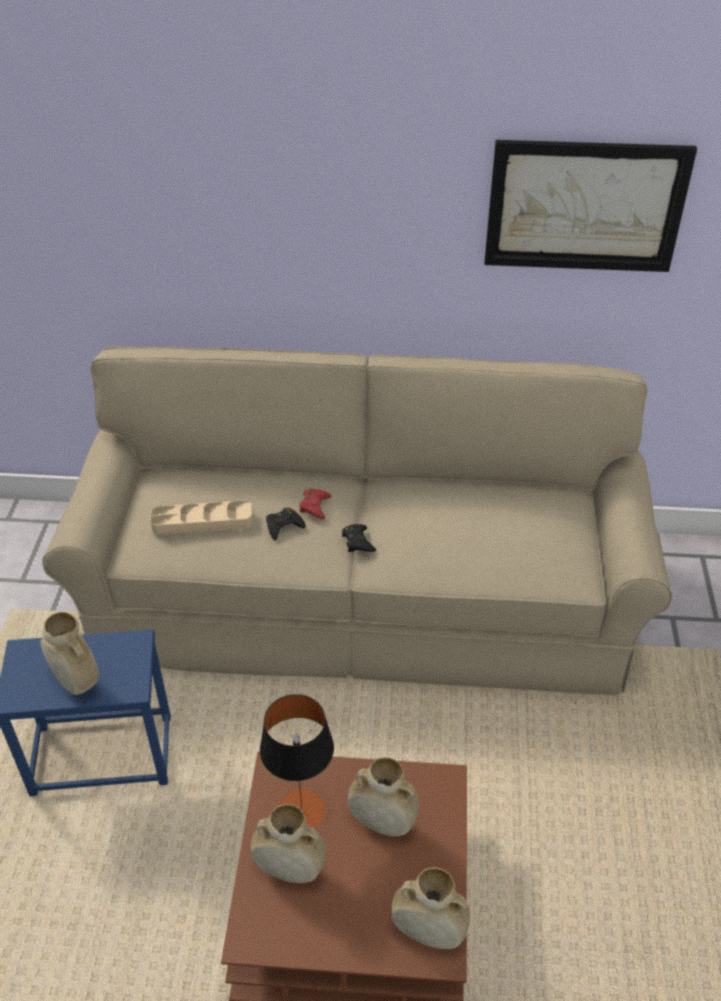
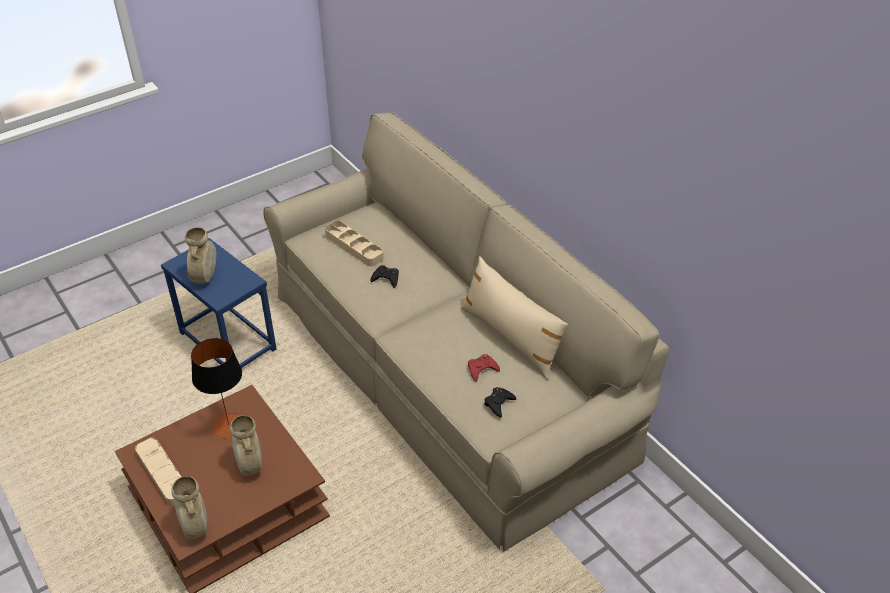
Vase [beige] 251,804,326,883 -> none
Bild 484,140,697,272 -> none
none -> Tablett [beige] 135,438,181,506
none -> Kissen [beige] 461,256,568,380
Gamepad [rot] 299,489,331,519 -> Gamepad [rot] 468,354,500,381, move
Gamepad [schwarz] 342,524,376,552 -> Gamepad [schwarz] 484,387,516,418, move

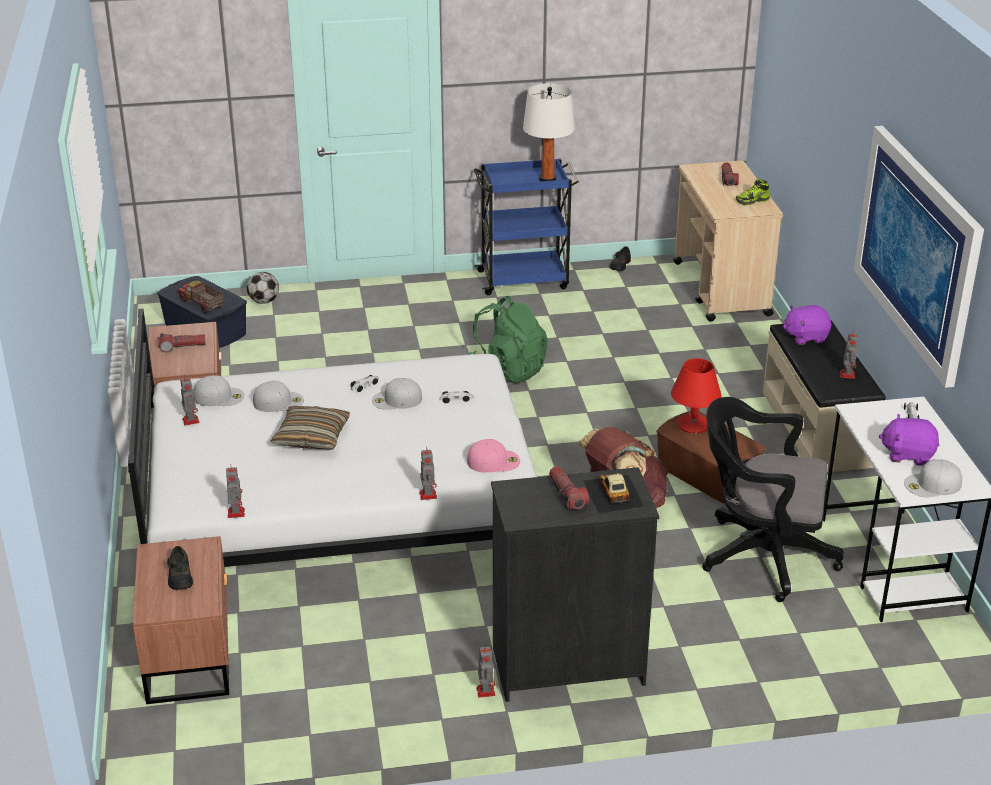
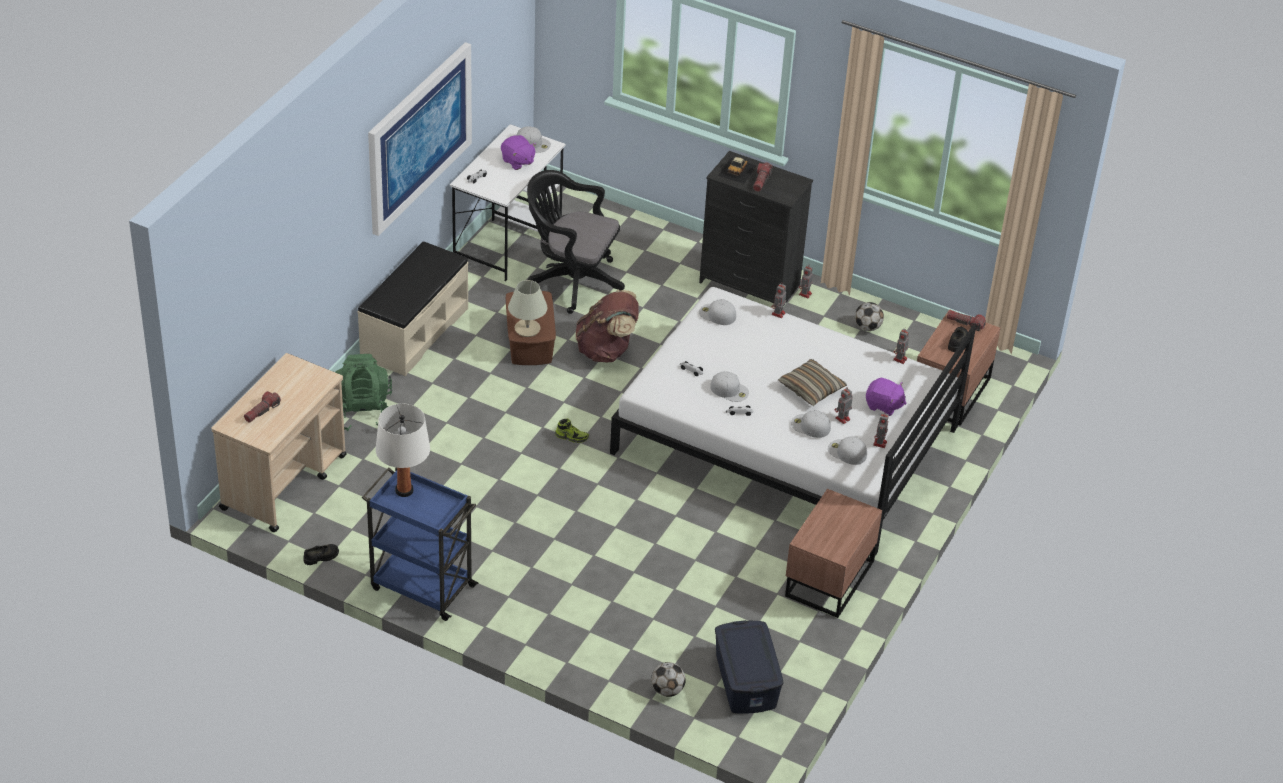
Spielzeuglaster 178,281,223,314 -> none
none -> Fußball 855,302,884,331
Taschenlampe 157,333,206,352 -> Taschenlampe 947,310,986,331, move
Rucksack [grün] 468,296,548,383 -> Rucksack [grün] 335,354,392,431, move
Schuh 736,178,770,205 -> Schuh 555,418,589,443, move
Plüschtier [lila] 783,305,831,345 -> Plüschtier [lila] 866,378,907,416, move
Spielzeugroboter 840,331,858,379 -> Spielzeugroboter 835,388,853,424, move
Kappe [rosa] 467,439,520,473 -> Kappe [weiß] 699,299,736,325
Tischlampe [rot] 671,358,722,434 -> Tischlampe [beige] 508,280,548,337
Bürostuhl [schwarz] 702,397,844,602 -> Bürostuhl [schwarz] 527,170,625,314, 150 degrees clockwise

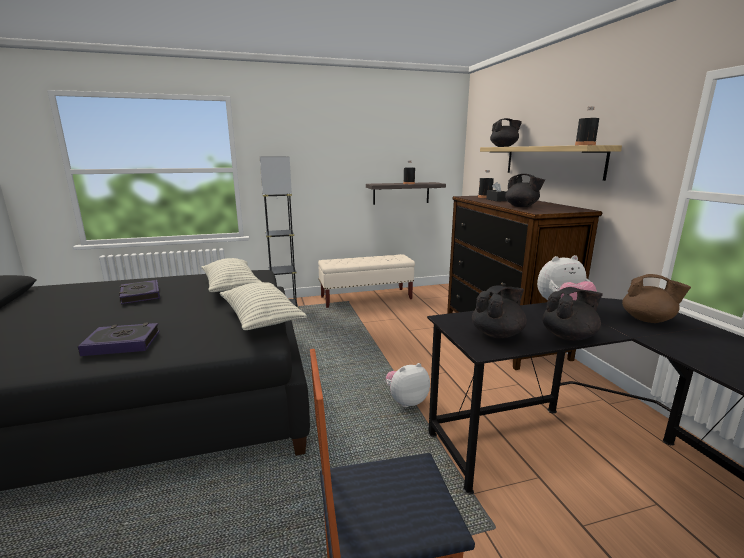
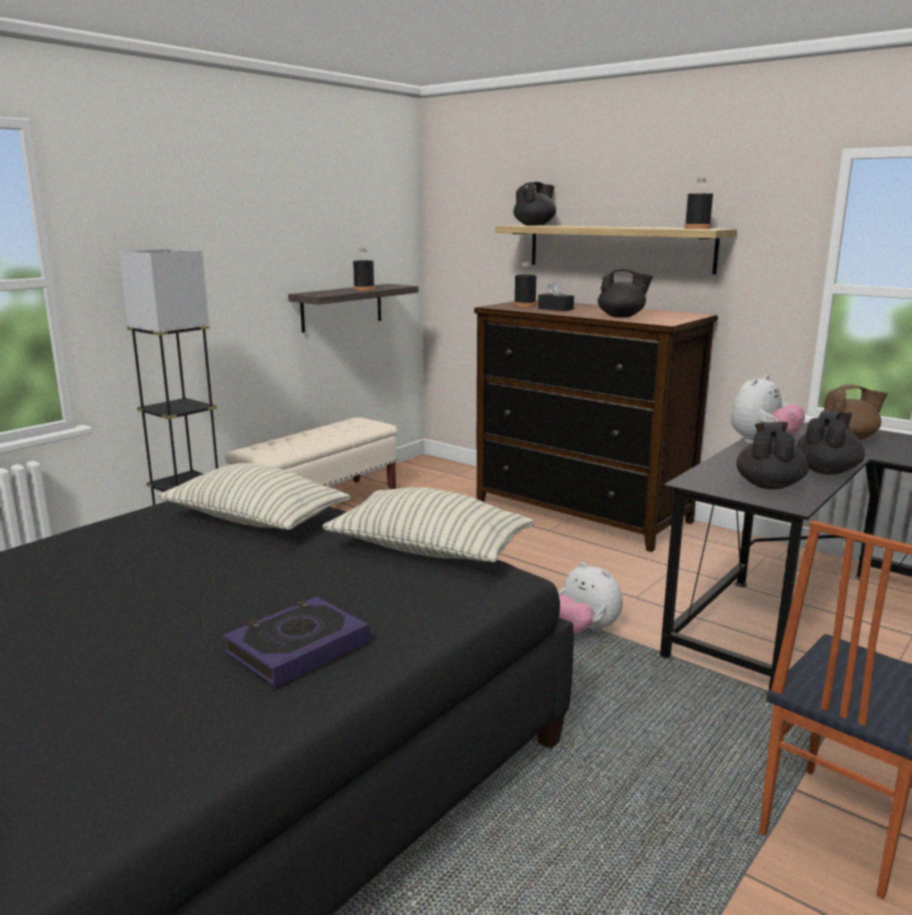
Buch 119,280,160,304 -> none
Plüschtier 386,363,430,407 -> Plüschtier 558,562,623,634, 75 degrees counterclockwise

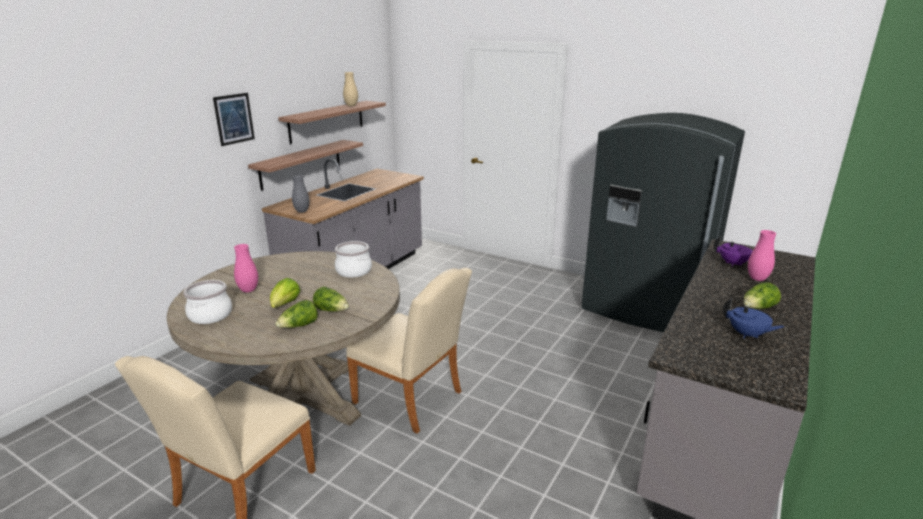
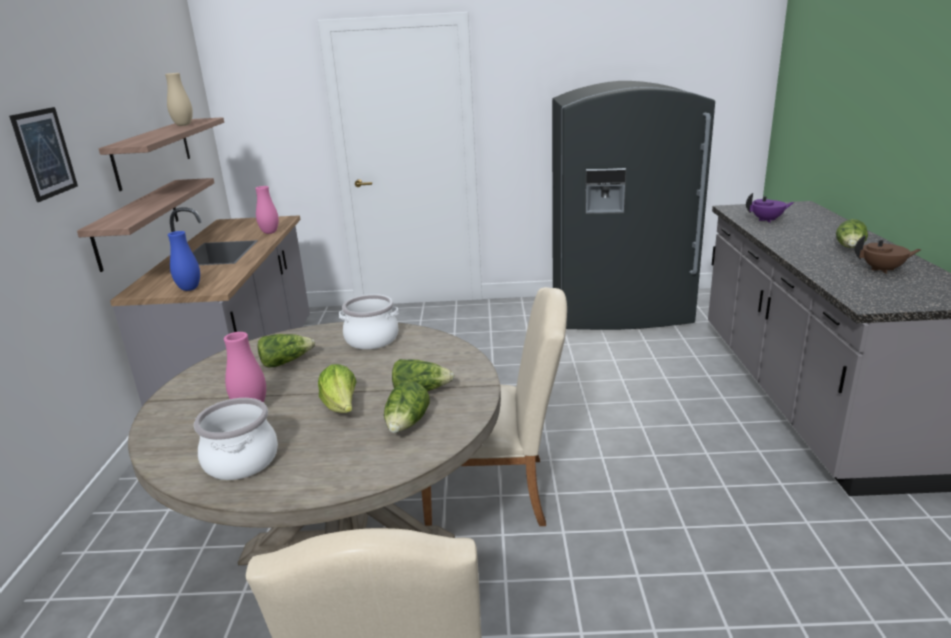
none -> Salatkopf 257,334,315,368
Vase [rosa] 748,230,776,281 -> Vase [rosa] 255,186,279,234, move
Vase [grau] 292,175,310,213 -> Vase [blau] 168,231,200,291
Teekanne [blau] 723,298,784,339 -> Teekanne [braun] 855,235,922,274

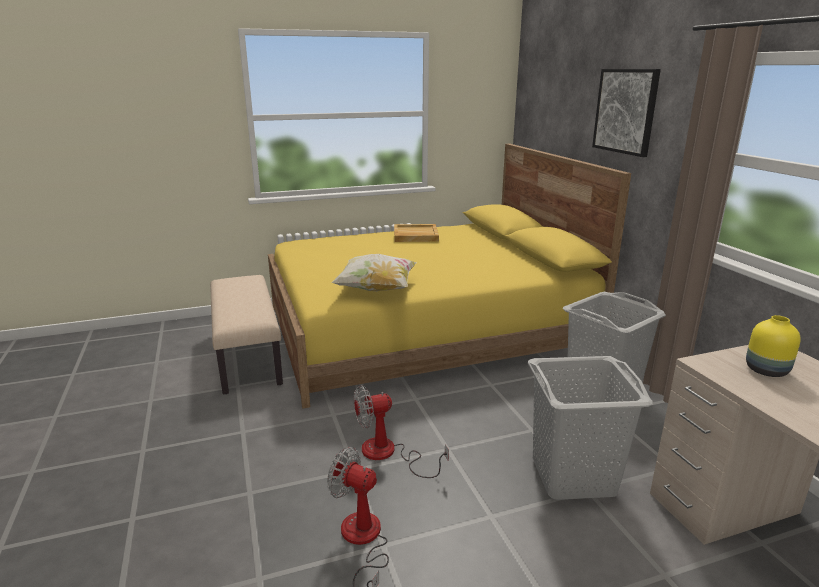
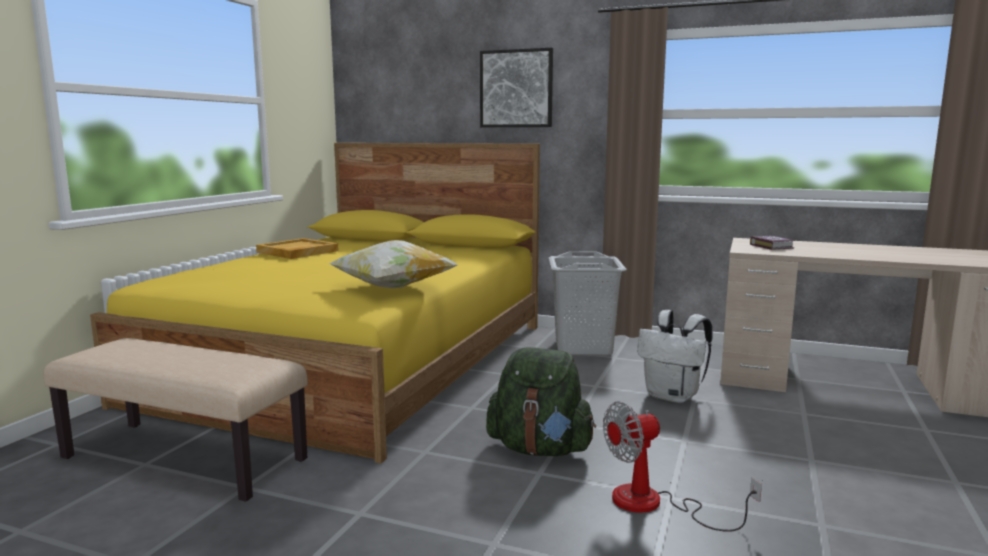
Ventilator 354,385,449,478 -> Rucksack [grün] 486,347,596,456
Wäschekorb [grau] 528,356,653,500 -> Rucksack [weiß] 637,310,713,403
Vase [gelb] 746,315,801,377 -> Buch 750,236,794,250

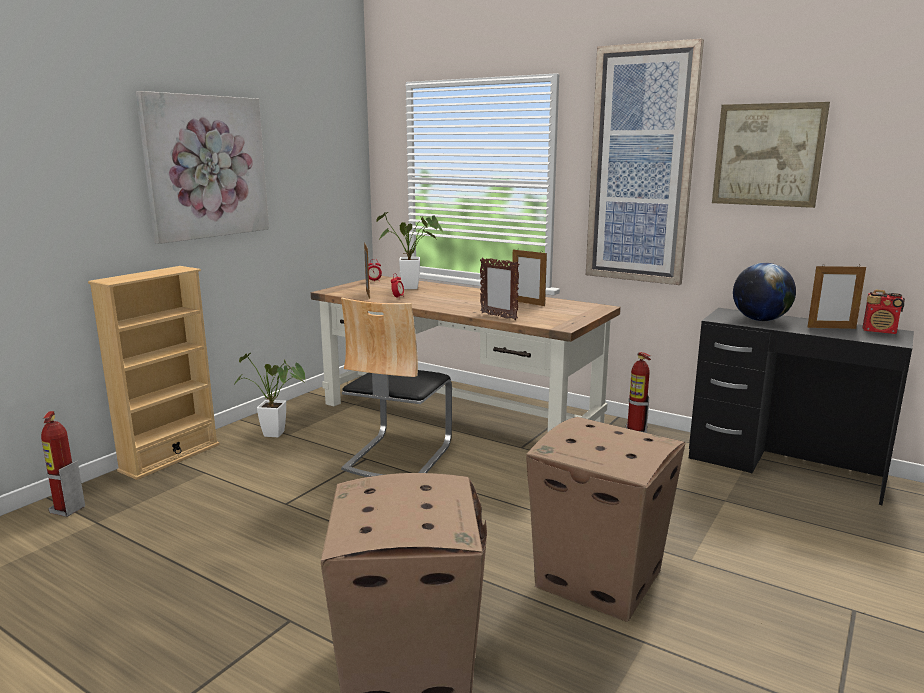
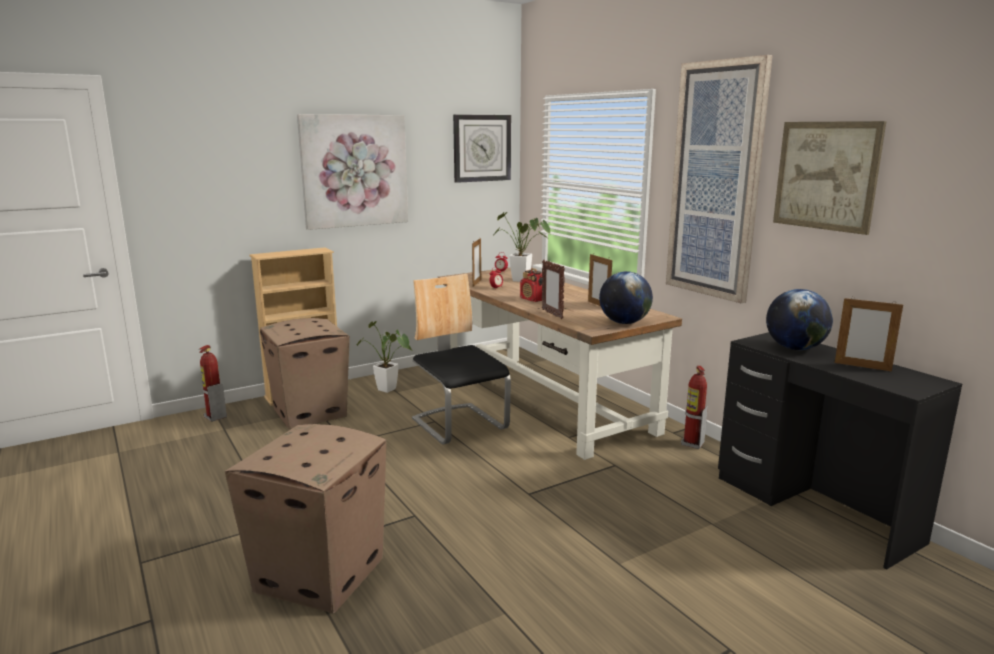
none -> Wanduhr 453,114,511,183
none -> Globus 599,271,653,324
Karton 526,417,685,622 -> Karton 260,318,350,429, move
Radio 862,290,905,334 -> Radio 520,268,543,302, move
Stuhl 341,298,452,477 -> Stuhl 412,274,511,444, 105 degrees clockwise

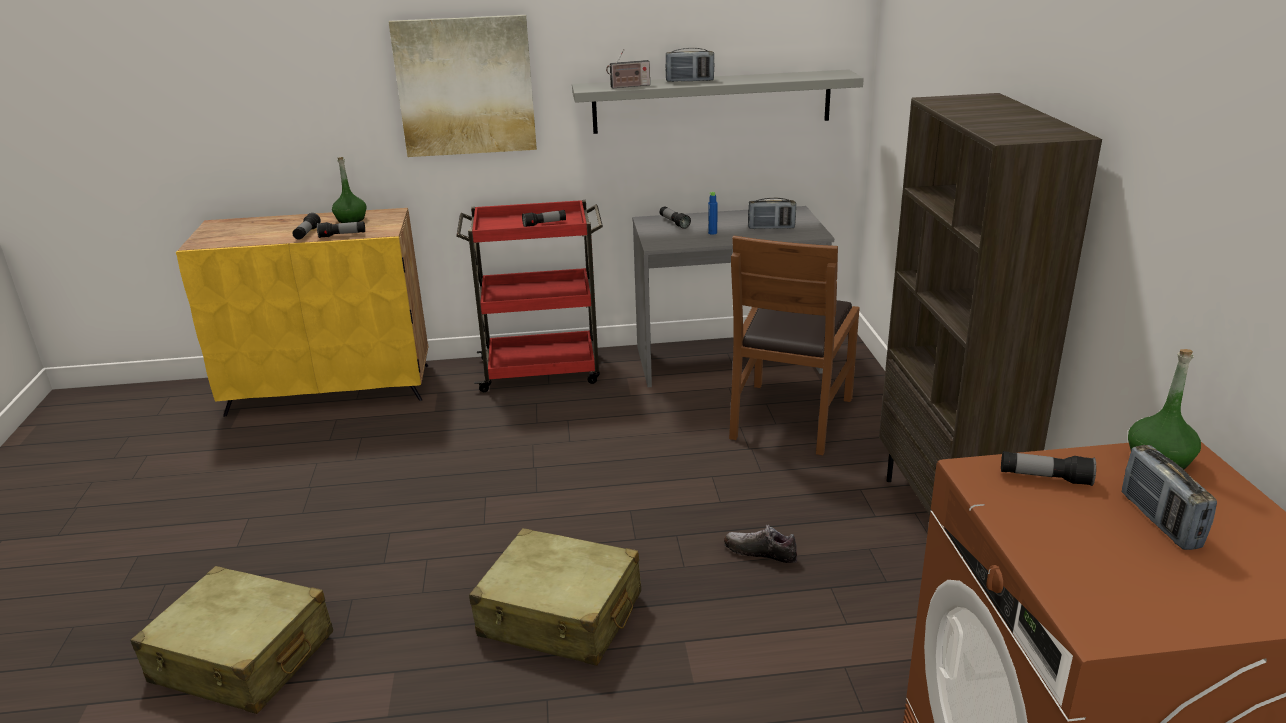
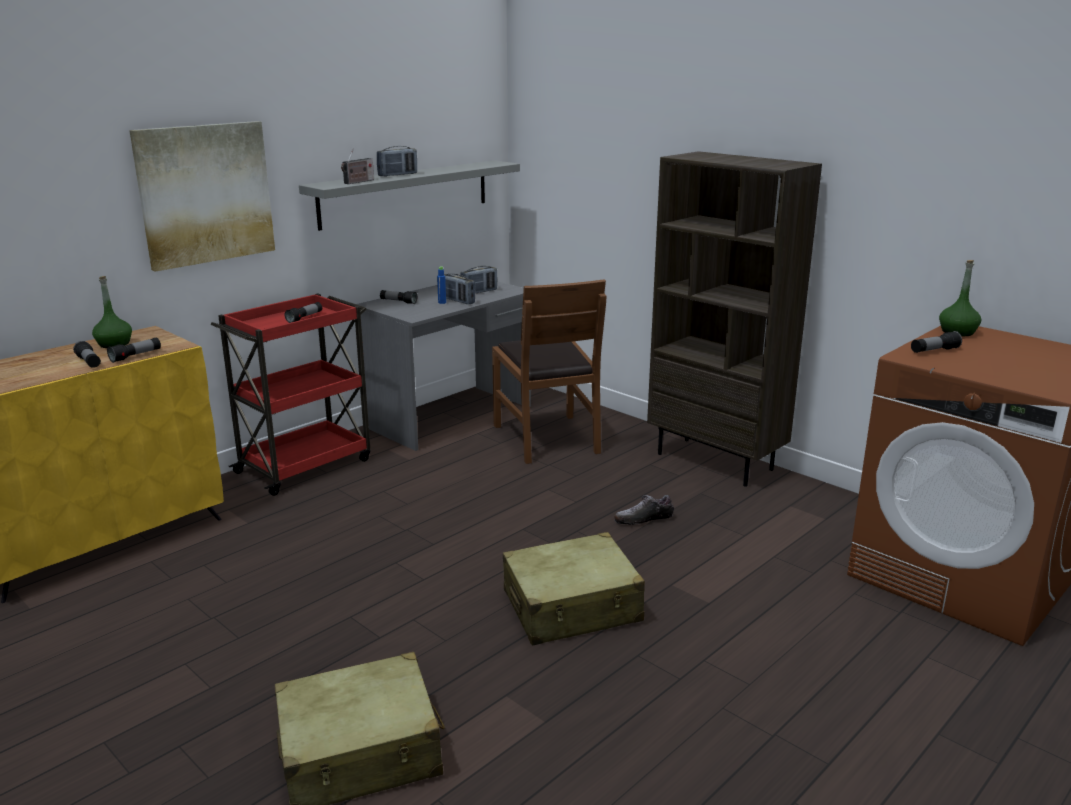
Radio 1122,445,1217,550 -> Radio 444,274,475,304, move

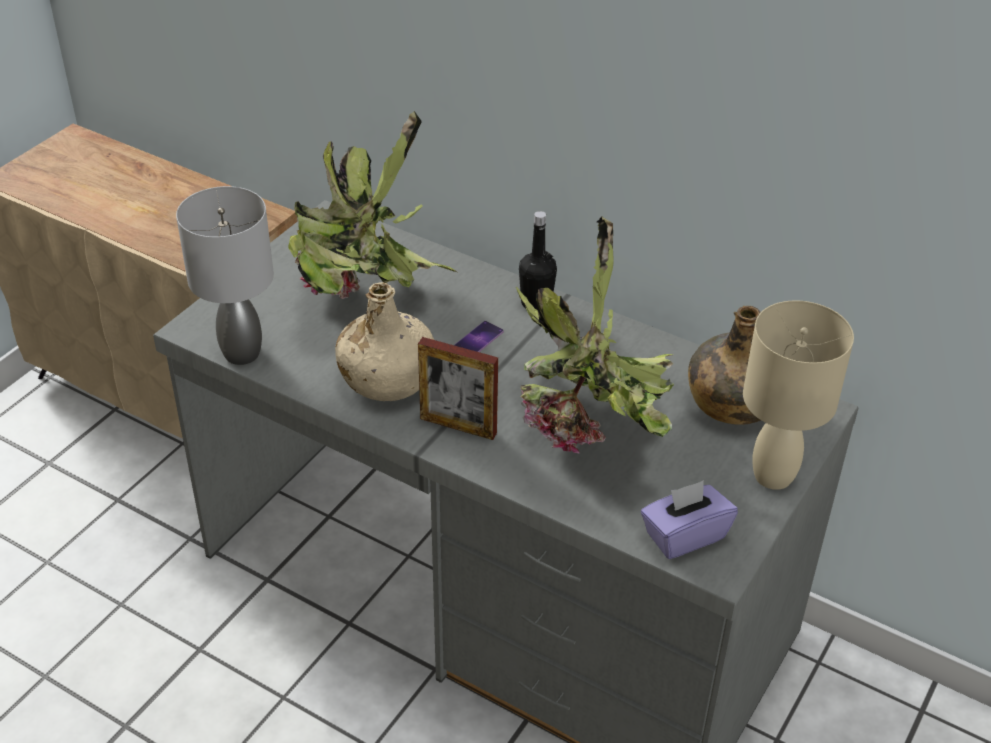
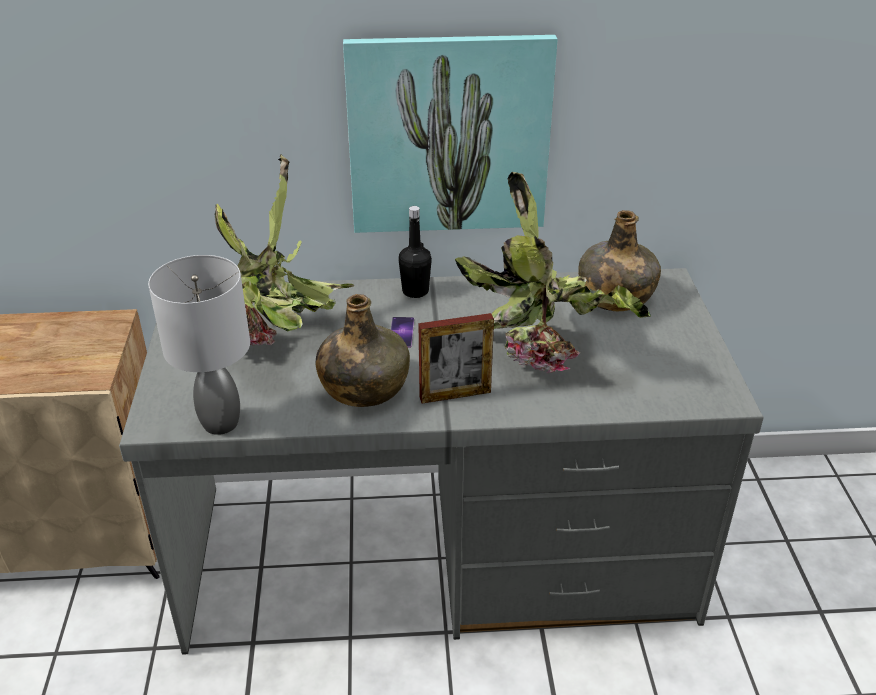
Taschentuchbox [lila] 641,480,738,559 -> none
Tischlampe [beige] 743,301,854,490 -> none
none -> Bild 343,35,558,233
Flasche [beige] 335,282,434,401 -> Flasche [grün] 316,294,410,407

